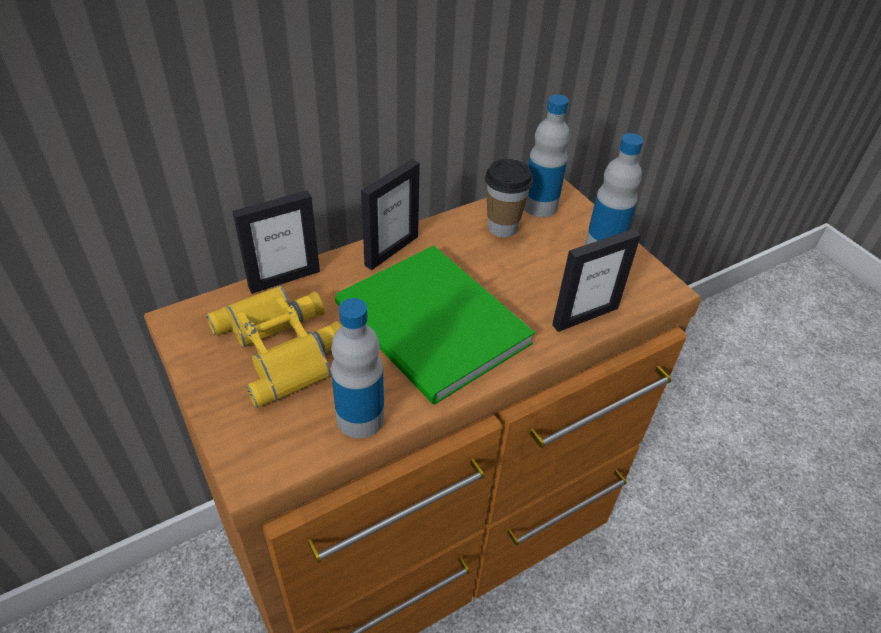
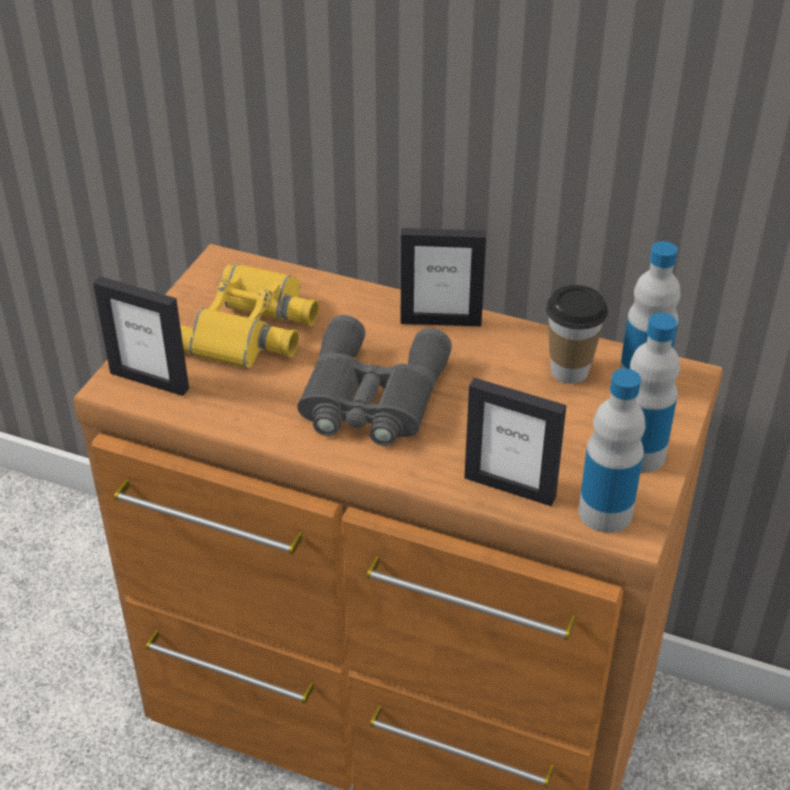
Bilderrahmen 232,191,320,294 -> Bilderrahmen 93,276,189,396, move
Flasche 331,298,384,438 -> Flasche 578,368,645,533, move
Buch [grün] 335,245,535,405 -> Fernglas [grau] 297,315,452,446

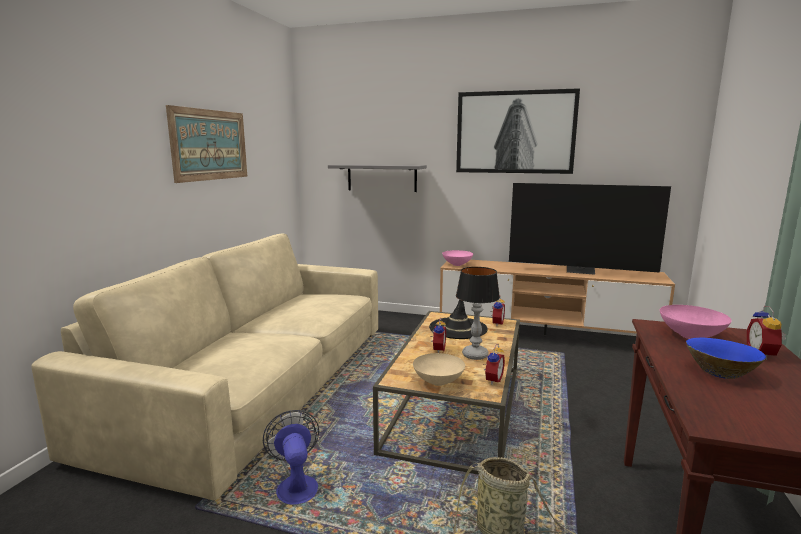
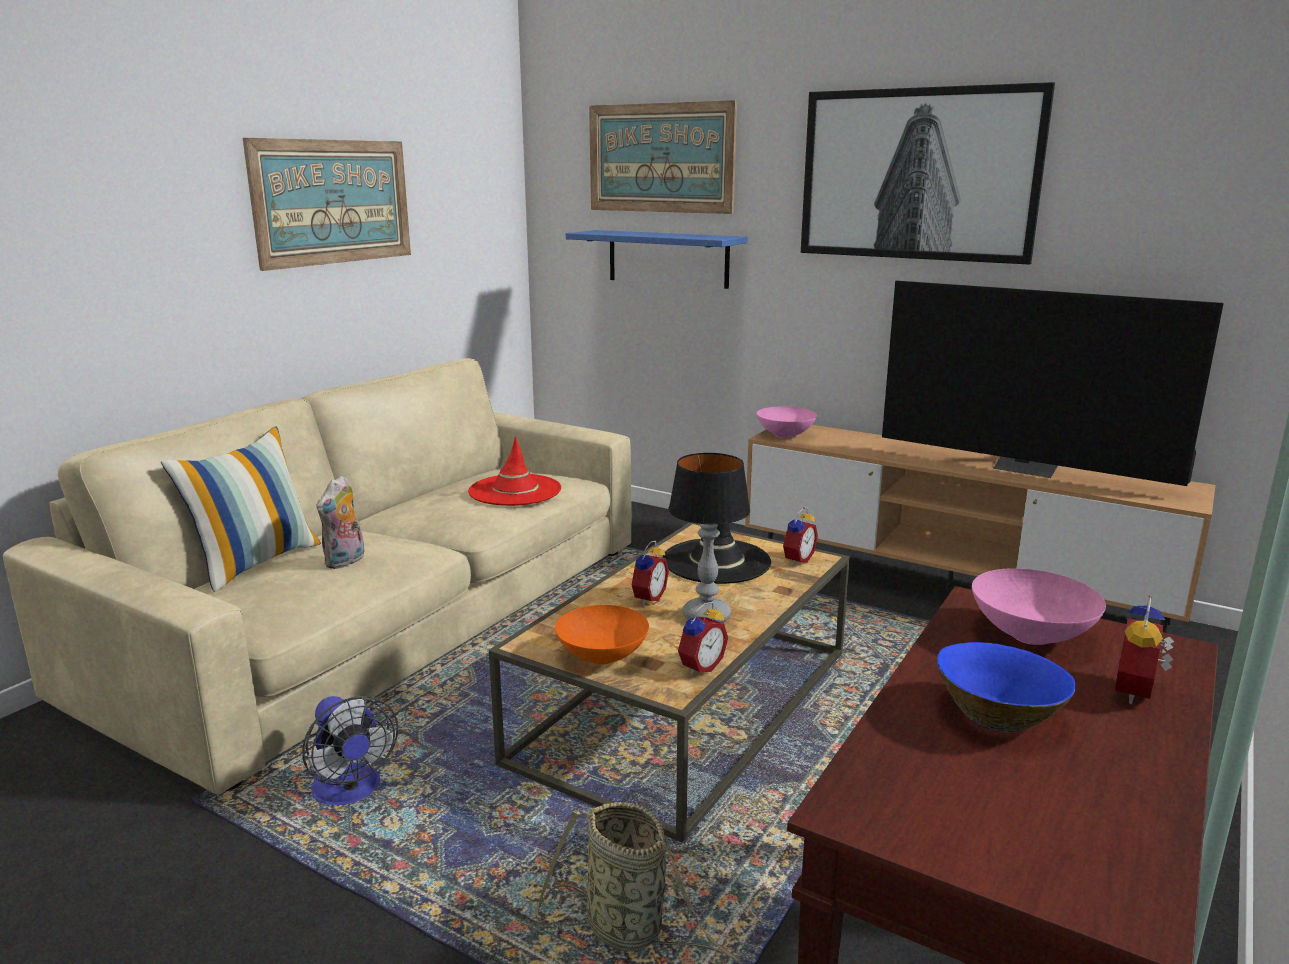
none -> Kissen 161,426,321,592
none -> Plüschtier 316,476,364,569
none -> Hut [rot] 468,436,561,506
none -> Bild 589,100,737,214
Wandregal [grau] 328,164,427,192 -> Wandregal [blau] 566,230,748,289
Schüssel [beige] 413,353,465,386 -> Schüssel [orange] 555,605,649,665
Ventilator 263,410,319,505 -> Ventilator 302,696,398,805, 150 degrees clockwise

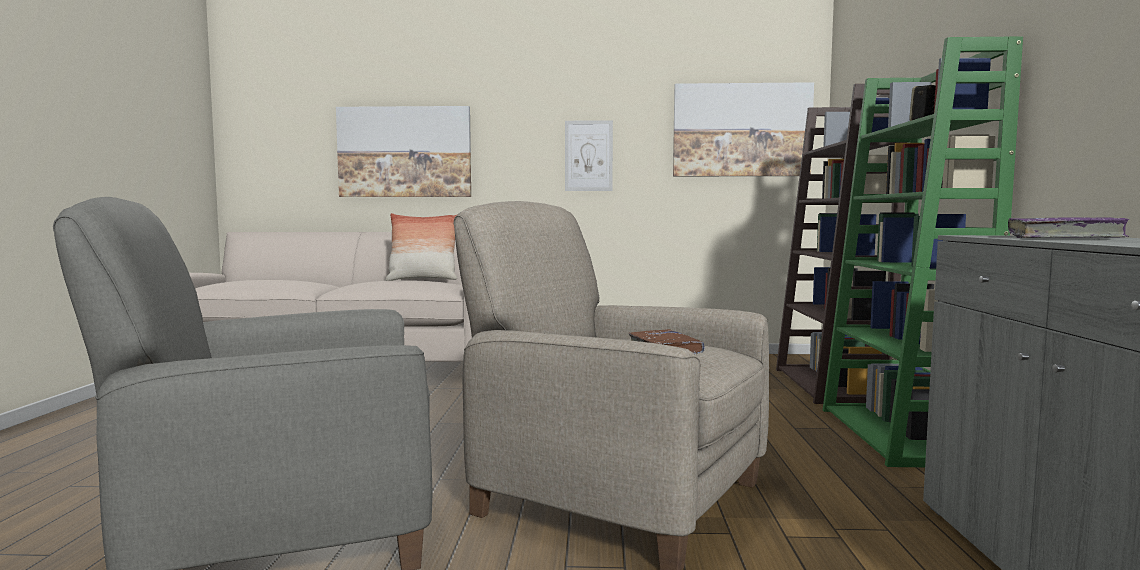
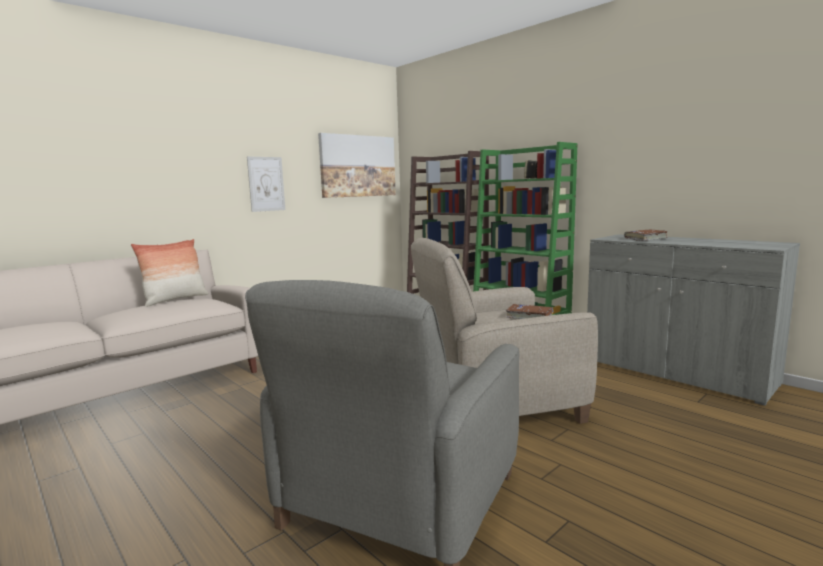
Bild 336,106,471,197 -> none
Buch [lila] 1008,217,1130,238 -> Buch [braun] 624,230,667,241

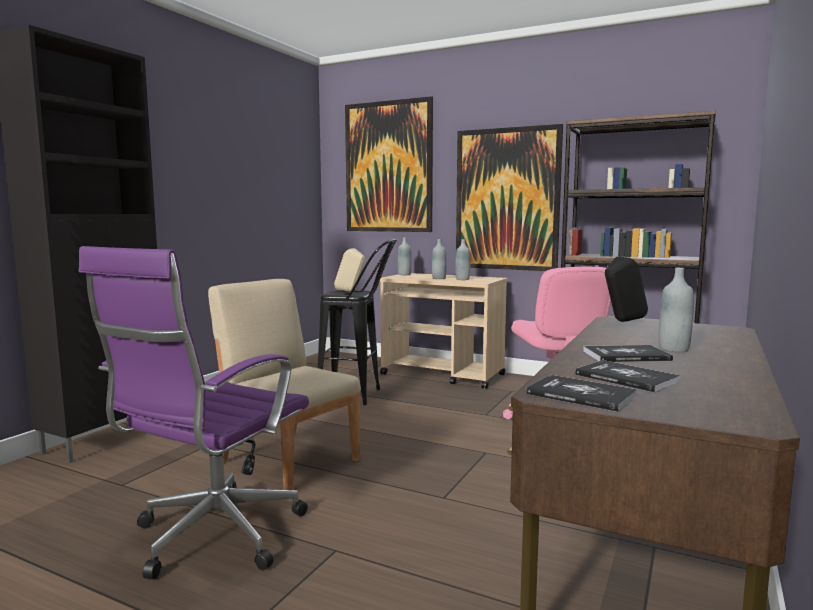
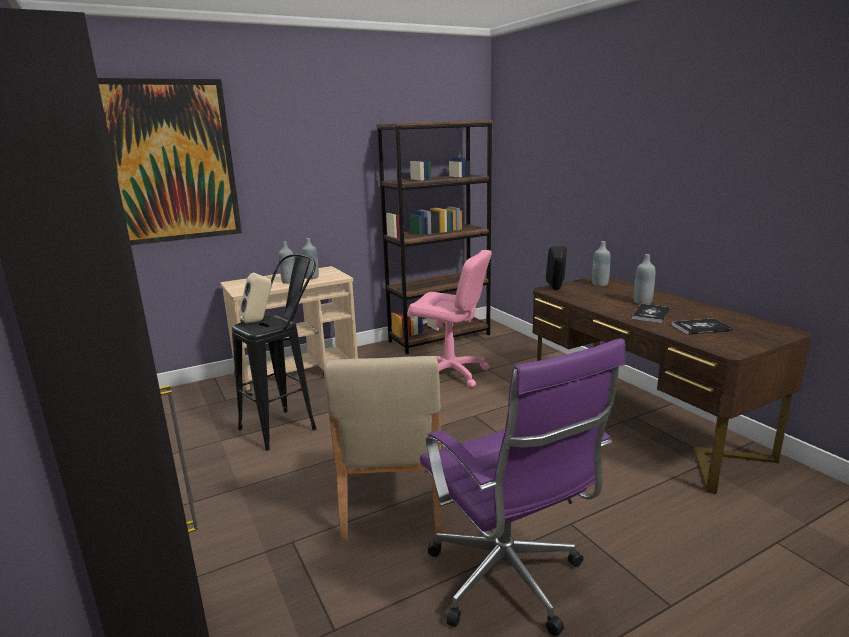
Bild 456,124,563,271 -> none
Buch 526,375,637,412 -> none
Flasche [grau] 398,237,412,275 -> Flasche [grau] 592,241,611,286, move
Stuhl [beige] 208,279,361,490 -> Stuhl [beige] 324,356,442,541, 75 degrees counterclockwise

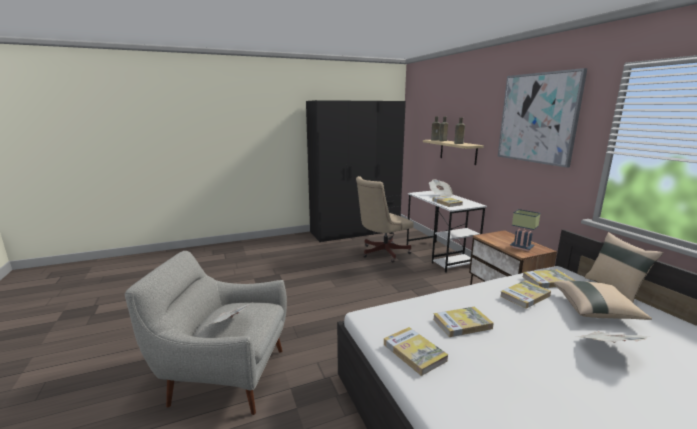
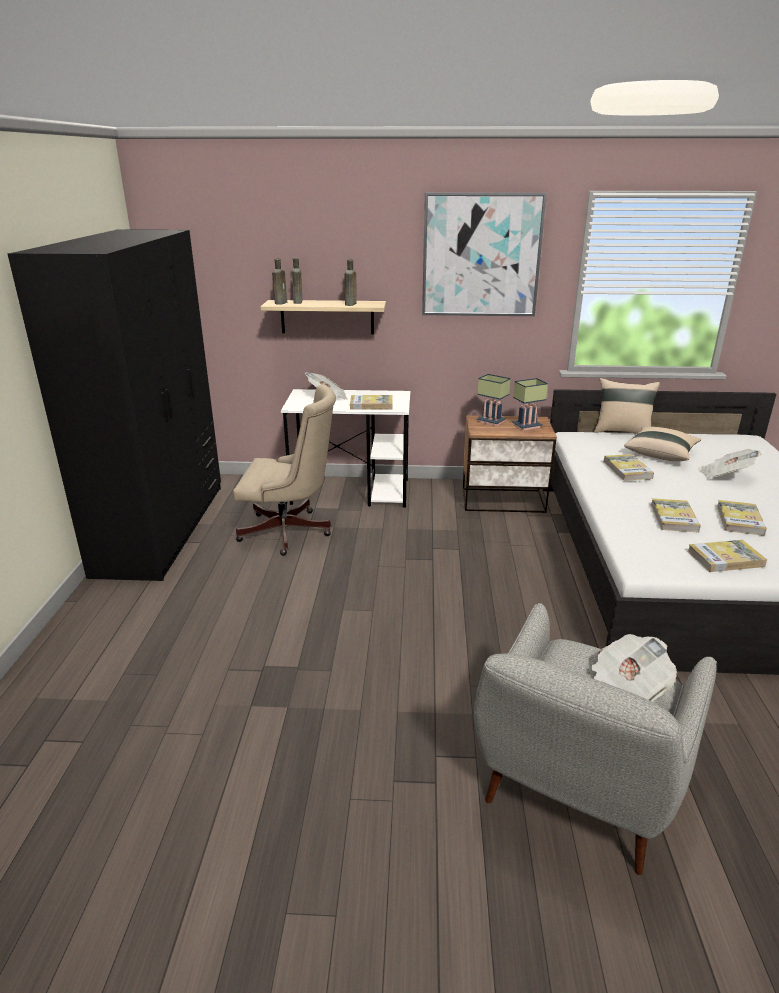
none -> Tischlampe 477,374,511,426
Buch 522,269,575,288 -> Buch 717,500,767,536, move
Bürostuhl [beige] 356,176,413,262 -> Bürostuhl [beige] 233,384,336,556, 75 degrees counterclockwise

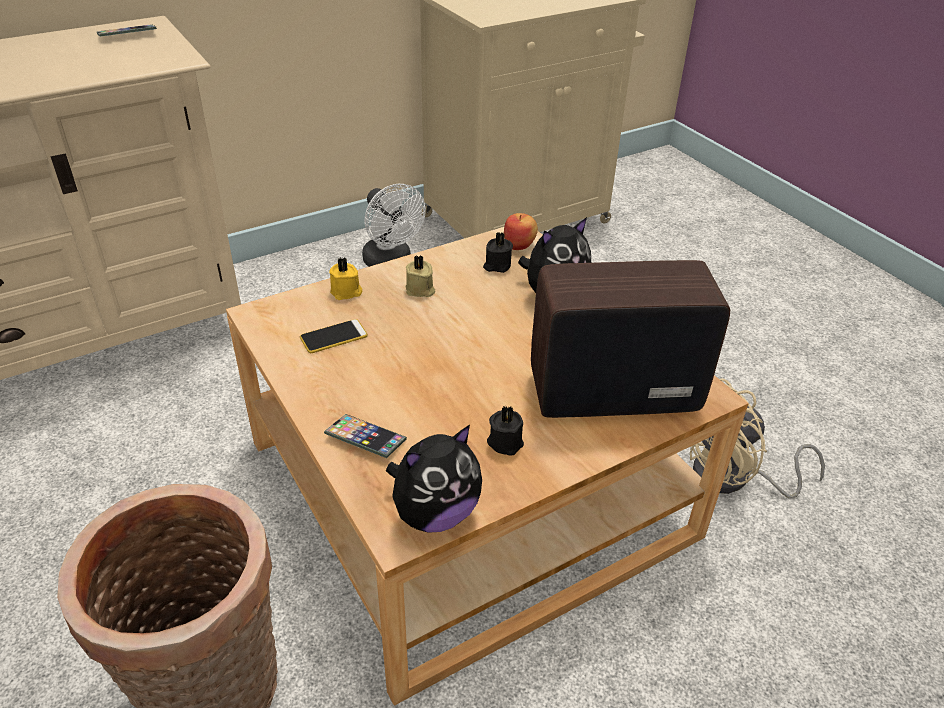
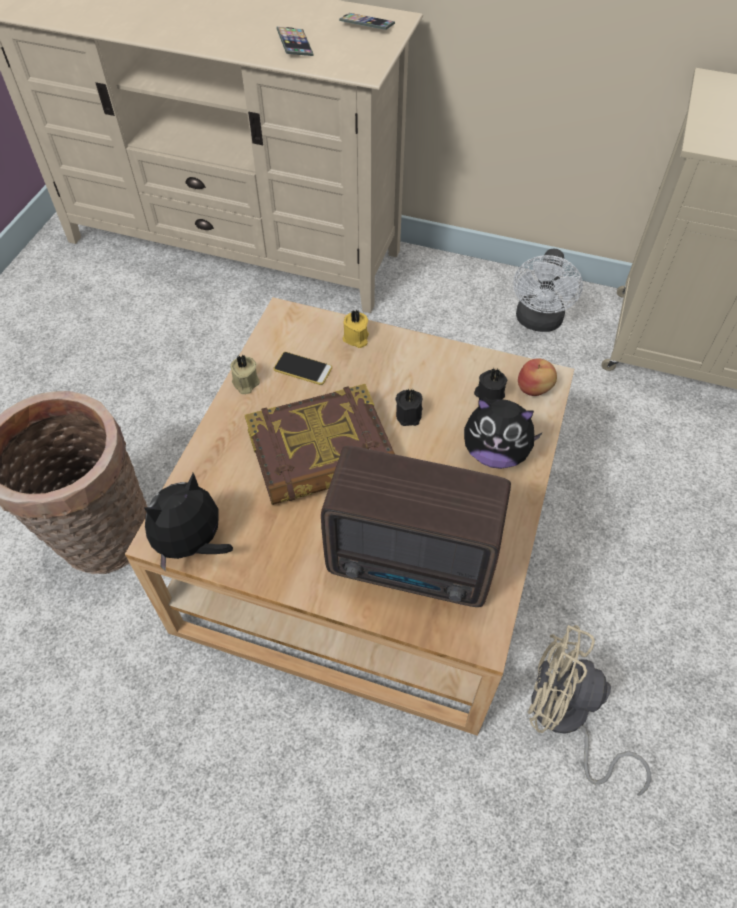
none -> Buch 245,384,395,505
Handy 324,414,407,458 -> Handy 276,26,314,56, move
Kerze [beige] 406,255,435,297 -> Kerze [beige] 230,354,260,394, move
Kerze [schwarz] 487,405,524,456 -> Kerze [schwarz] 396,389,423,426, move
Plüschtier 386,425,482,533 -> Plüschtier 144,473,233,572, 120 degrees clockwise
Radio 531,260,730,418 -> Radio 321,446,511,607, 150 degrees clockwise

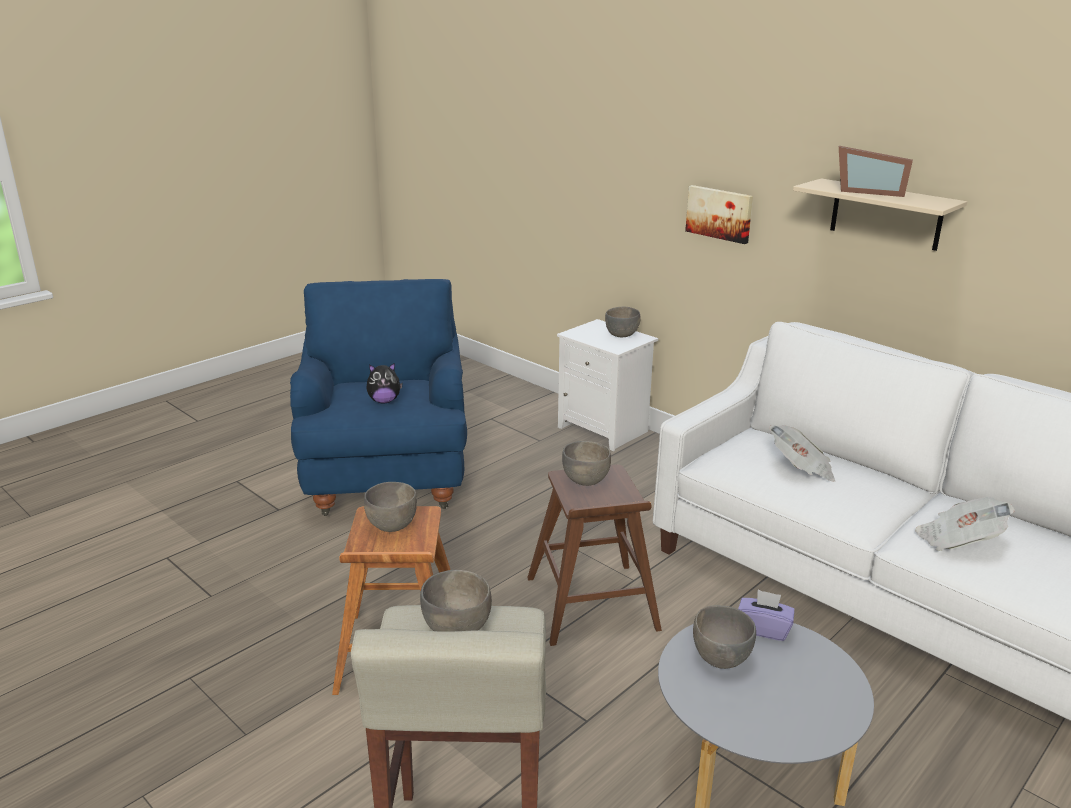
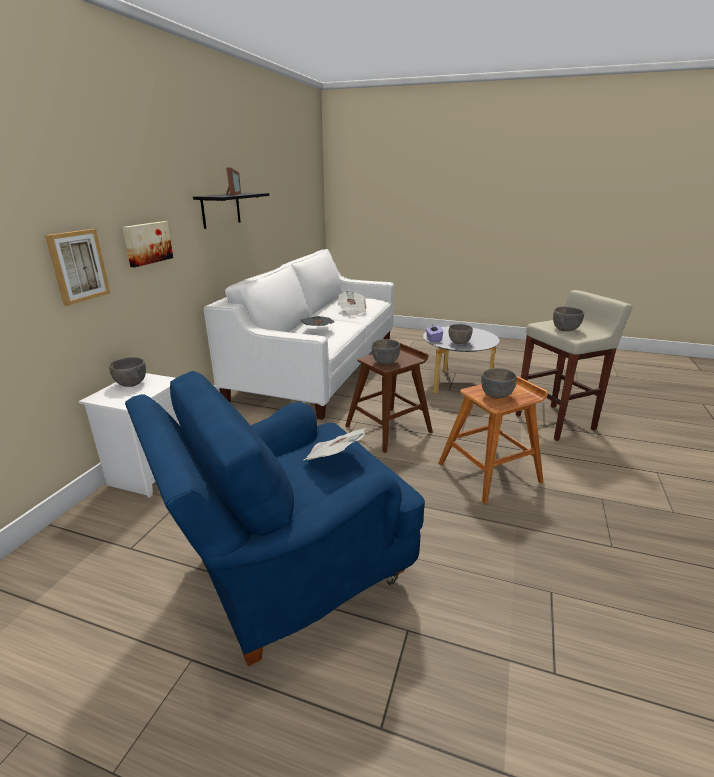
none -> Bild 45,229,110,306
Plüschtier 366,363,403,403 -> Zeitung 304,428,366,460
Wandregal [beige] 793,178,967,251 -> Wandregal [schwarz] 193,193,269,229

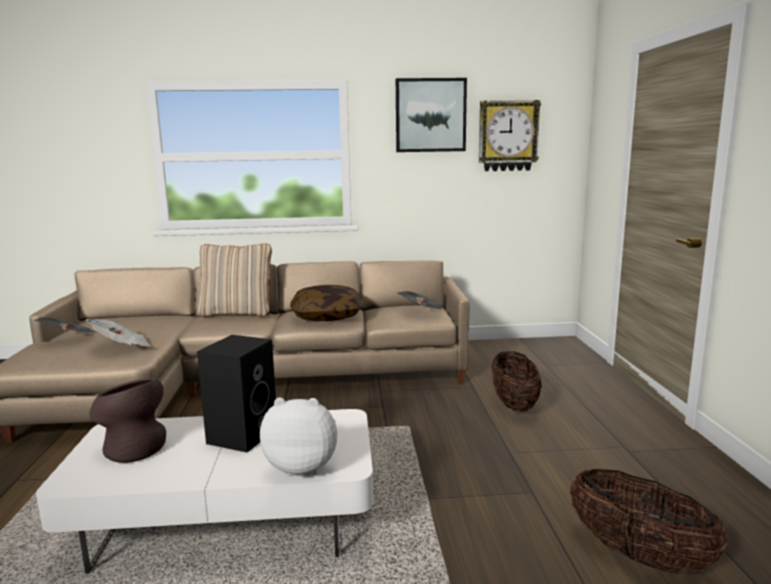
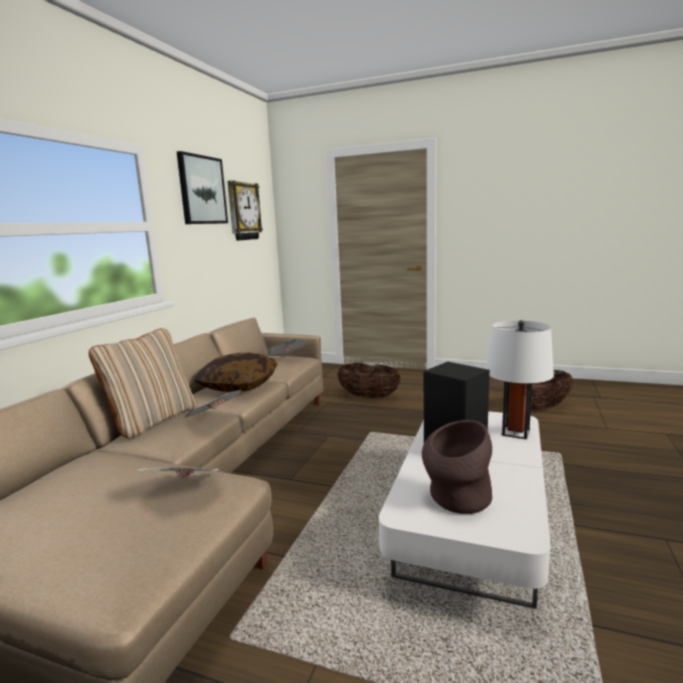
Zeitung 35,318,96,333 -> Zeitung 184,390,242,418, move
Plüschtier 260,398,337,476 -> Tischlampe [weiß] 486,320,554,439

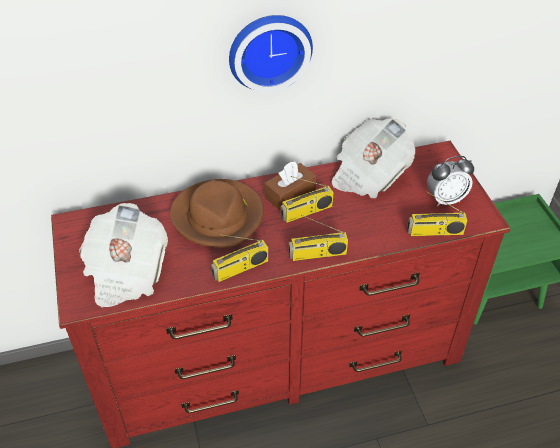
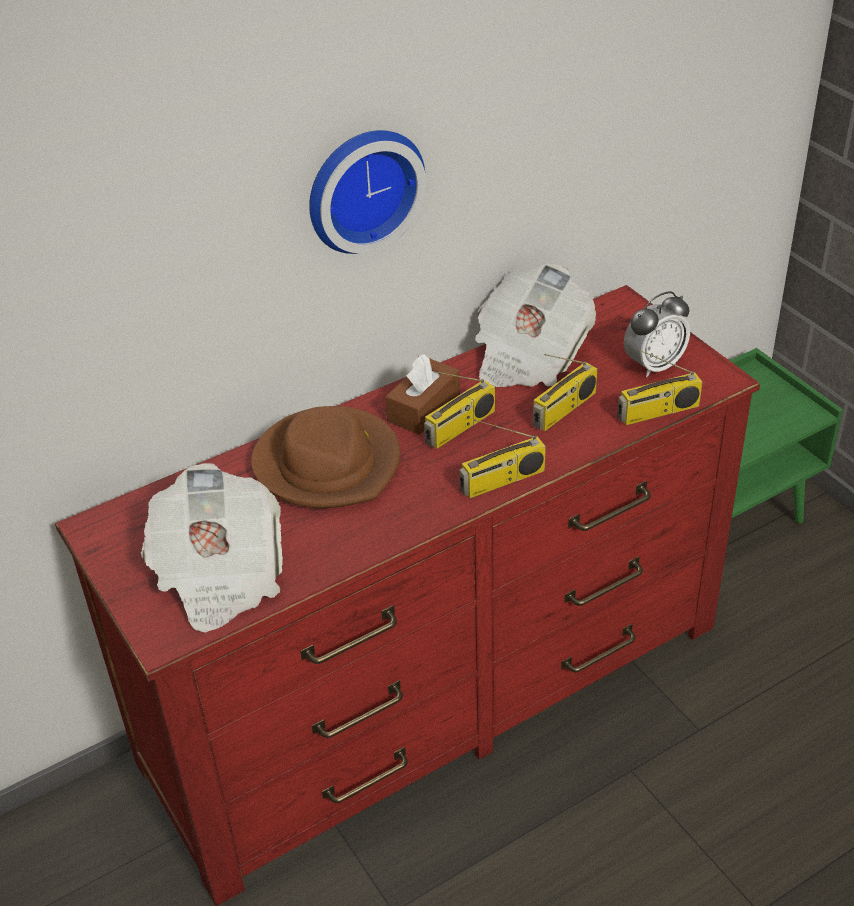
Radio 211,234,268,282 -> Radio 533,354,597,431, move

